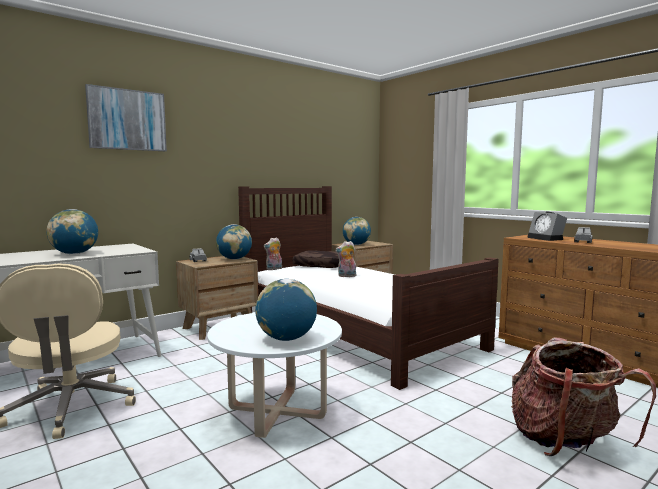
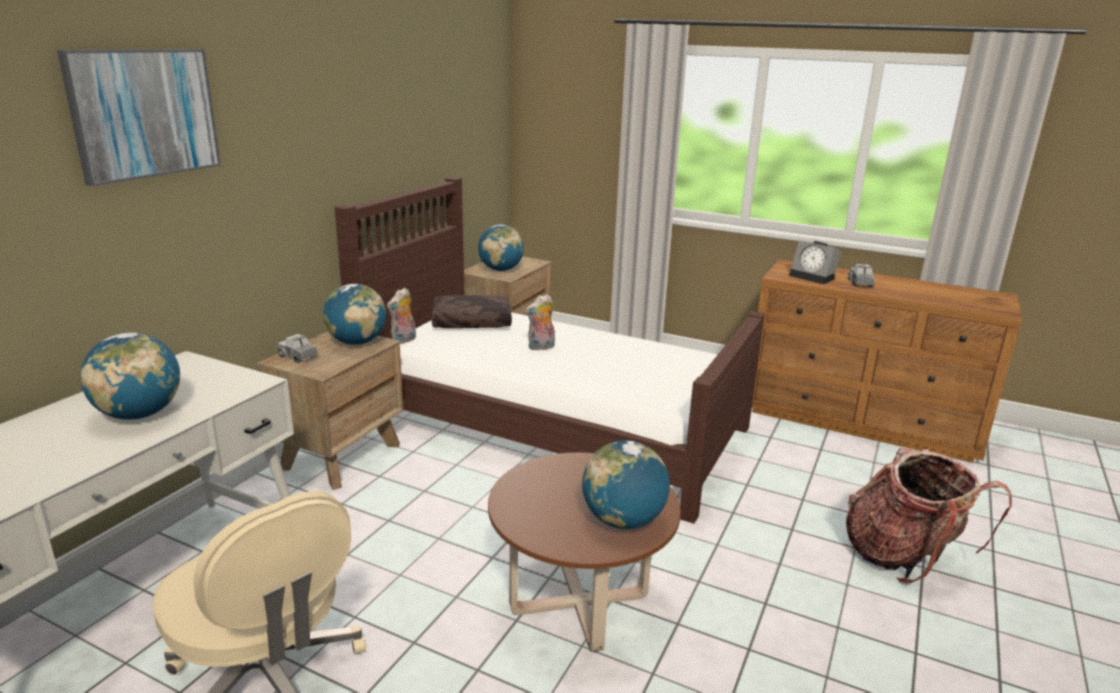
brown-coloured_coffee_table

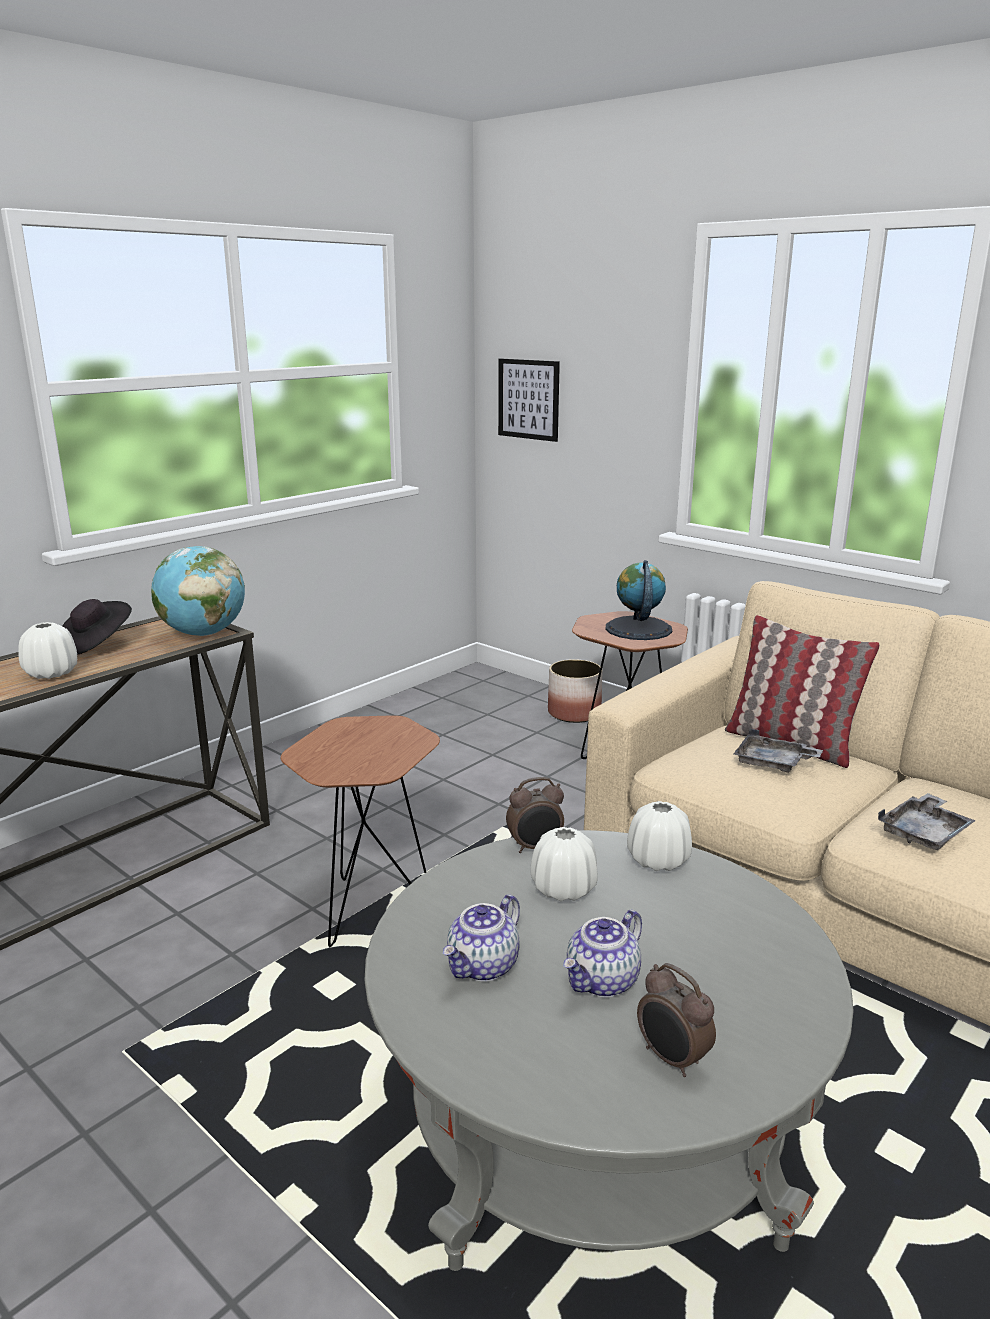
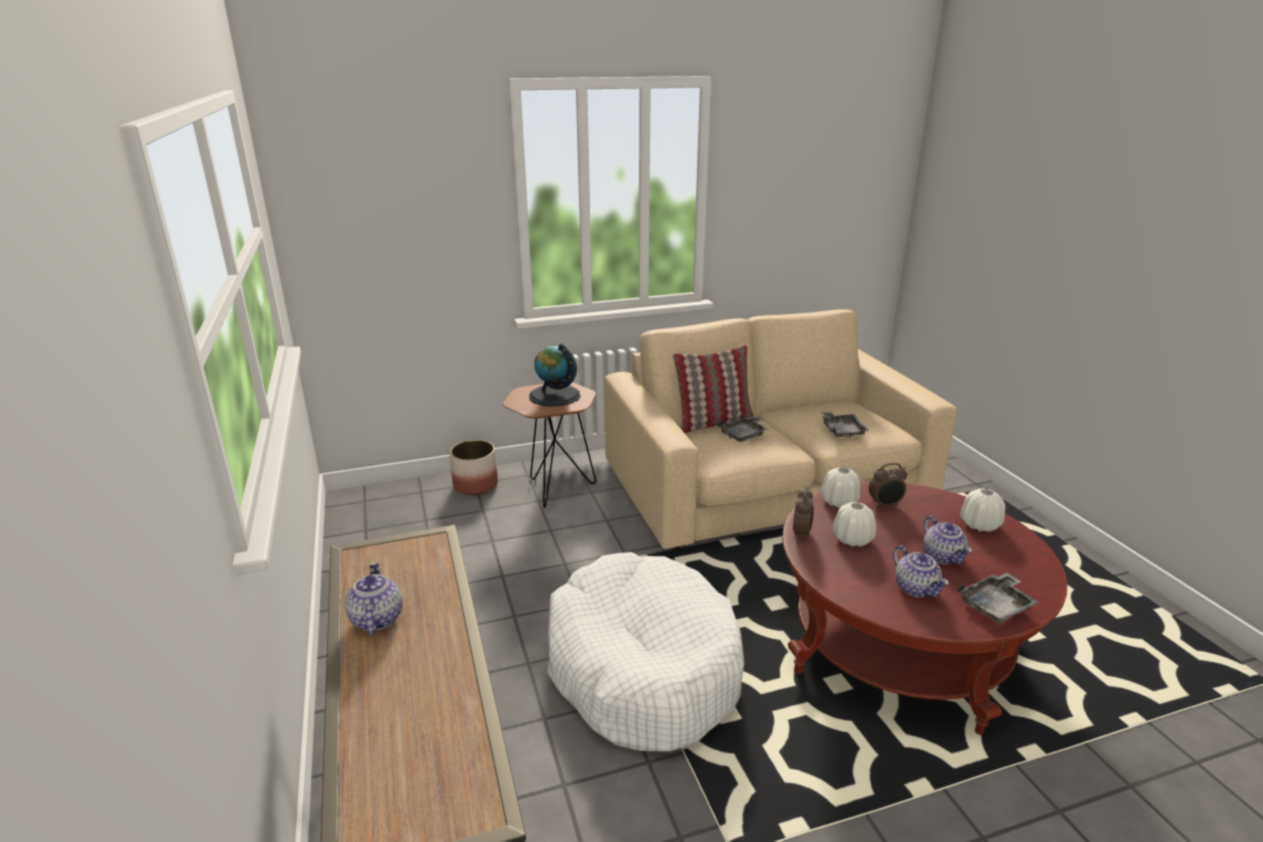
white-coloured_decorative_vase (no. 3 from left); tea_pot (no. 1 from left); desk_globe (no. 1 from left in the first image); white-coloured_dog_bed; red_coffee_table; picture; alarm_clock (no. 2 from left); grey_serving_tray (no. 3 from left)

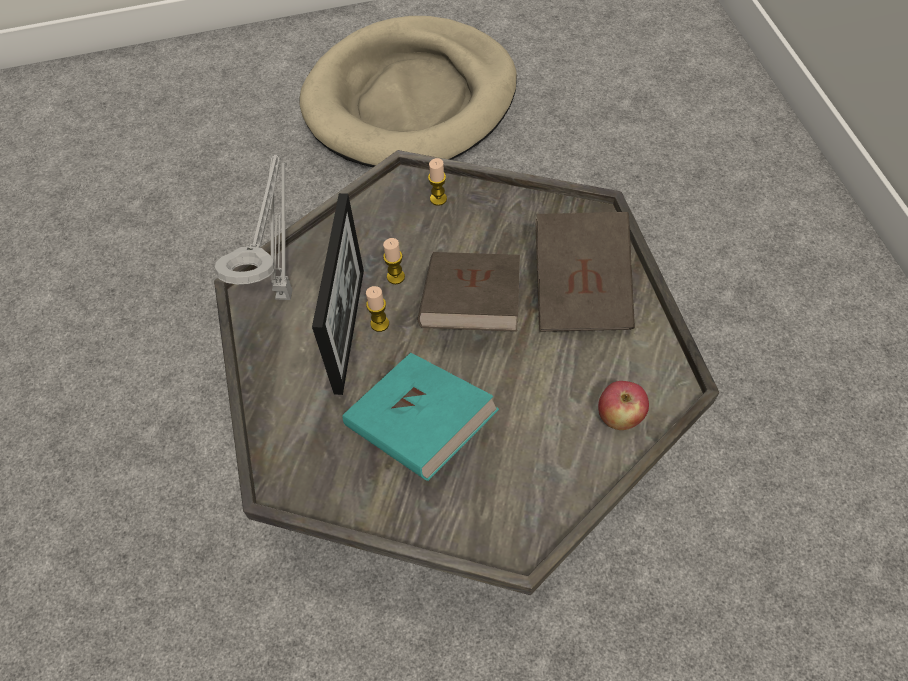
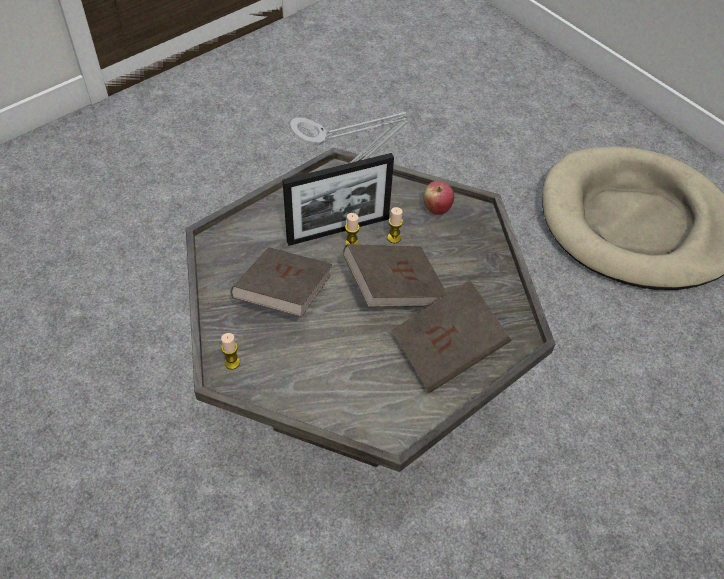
brown-coloured_volume (no. 1 from left); wax_light (no. 1 from left); whole_apple

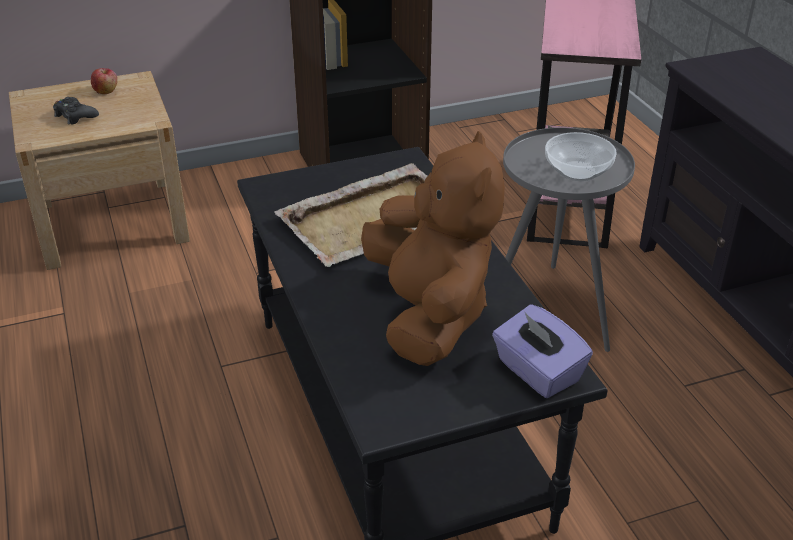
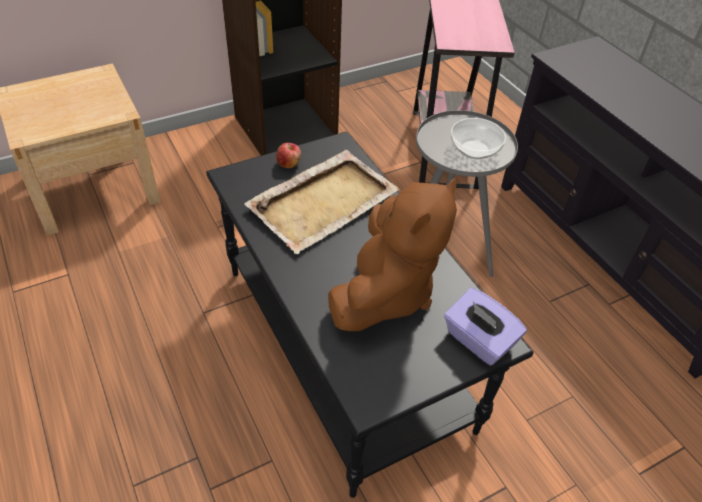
black-coloured_joypad; whole_apple; brown-coloured_cuddly_toy

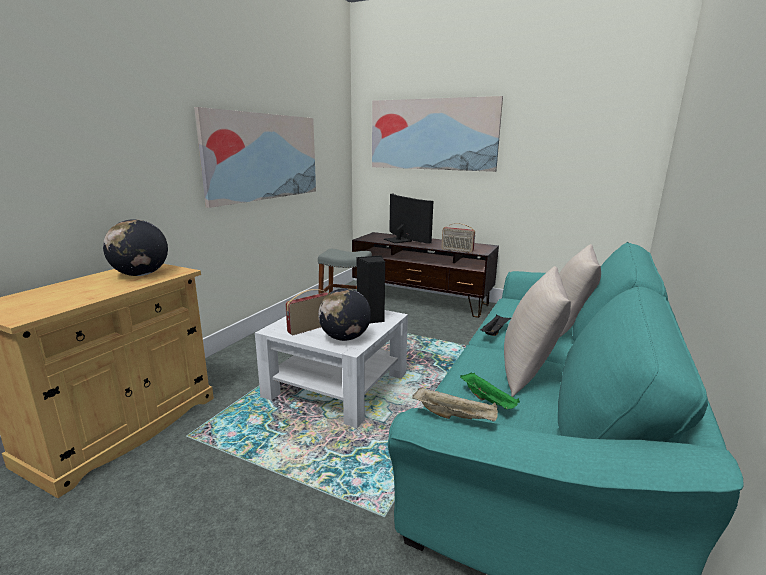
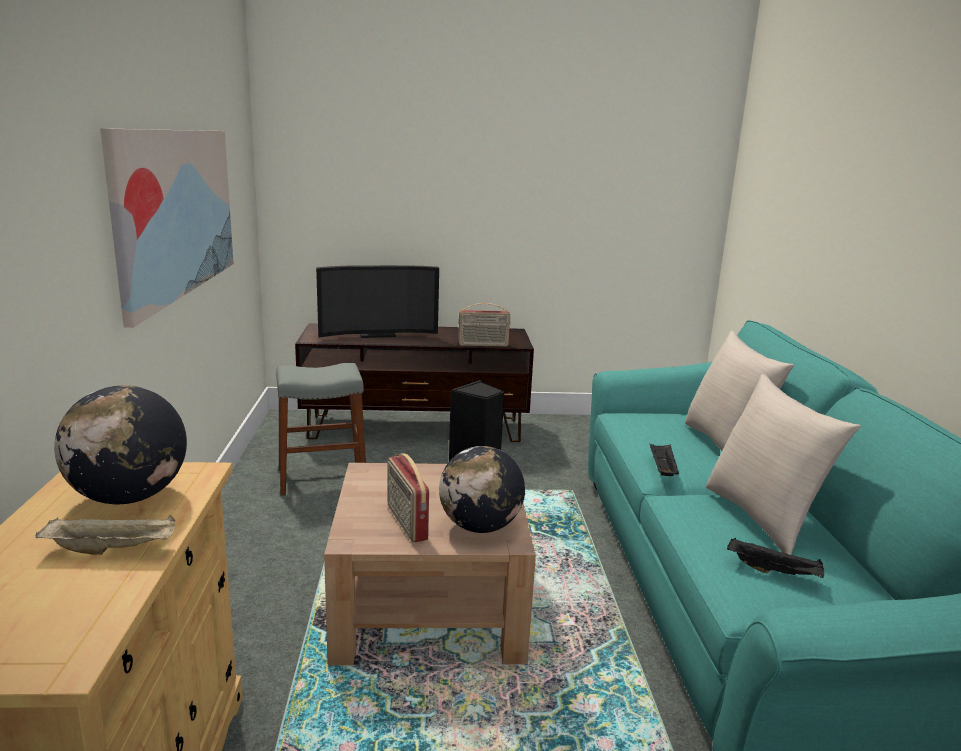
brown-coloured_coffee_table; radio_receiver (no. 1 from left); picture (no. 2 from left in the first image); TV_set; beige-coloured_serving_tray; black-coloured_serving_tray (no. 2 from left)

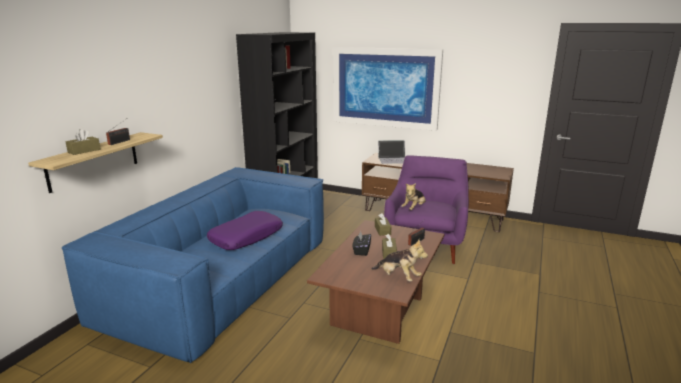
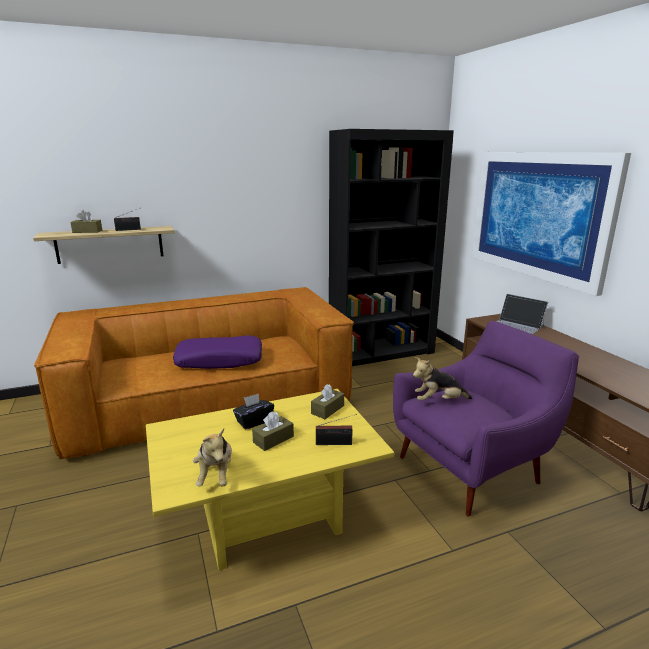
brown-coloured_sofa; yellowish_coffee_table

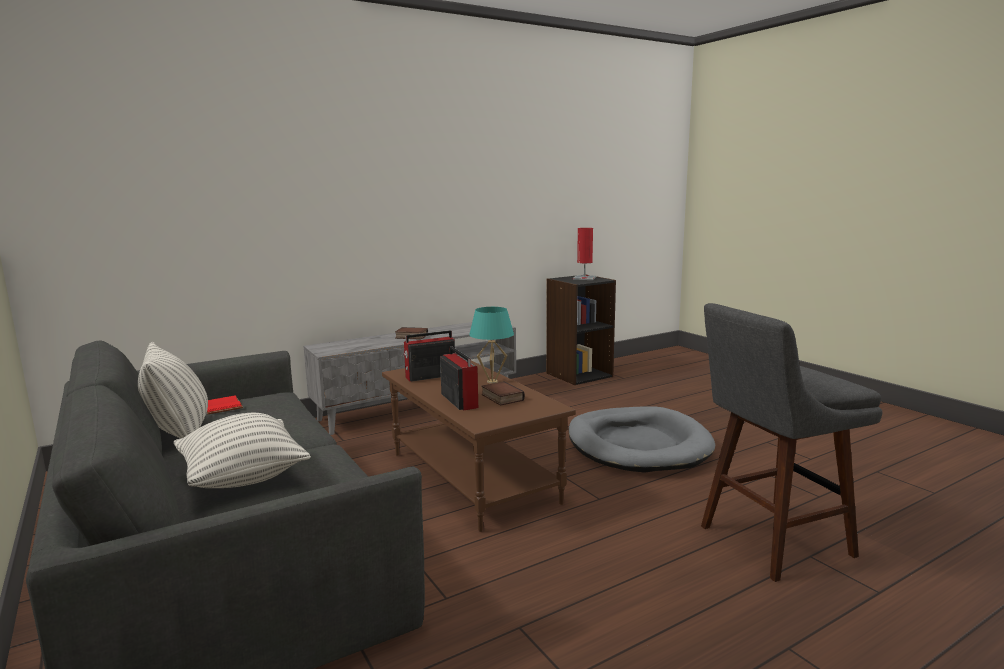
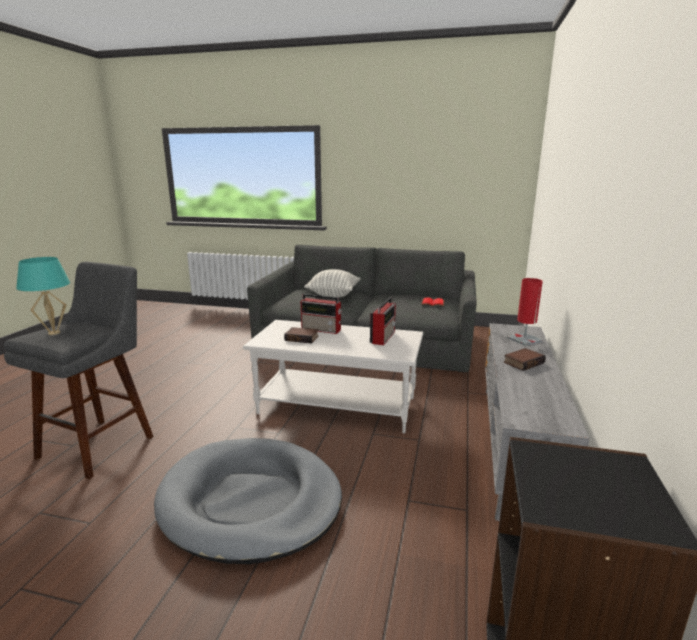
pillow (no. 1 from left in the first image); white-coloured_coffee_table; turquoise_tabletop_lamp; red_tabletop_lamp

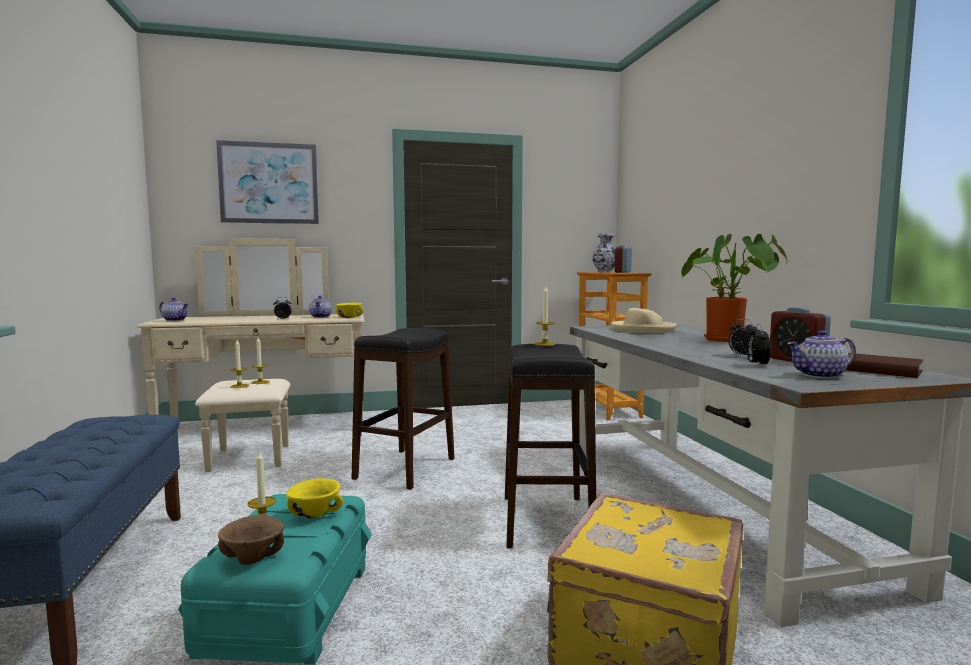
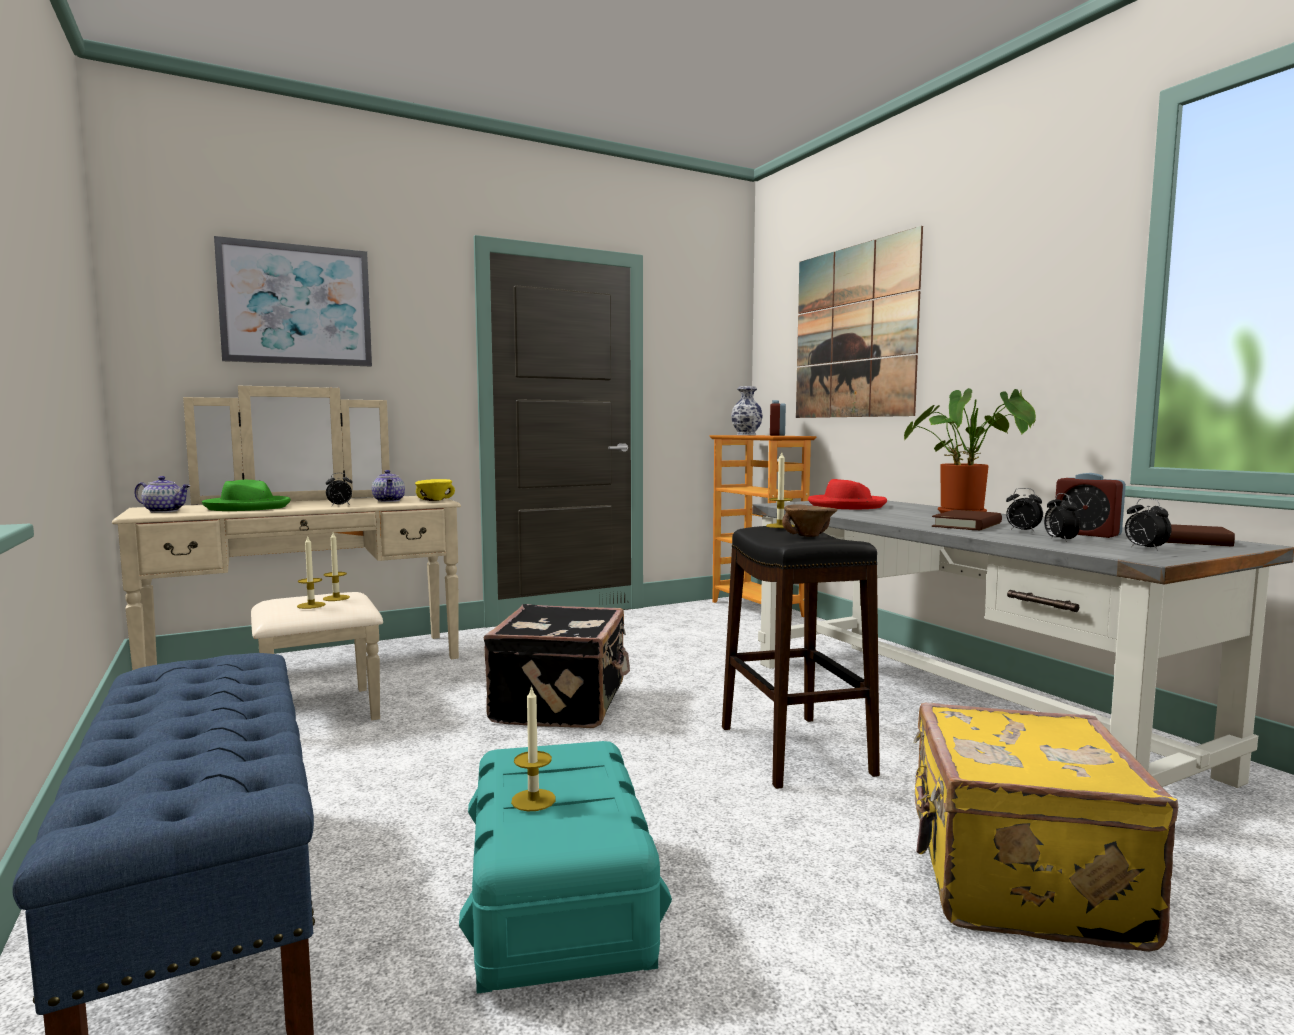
brown-coloured_bowl; yellowish_bowl (no. 1 from left in the first image); black-coloured_travel_case; red_hat; alarm_clock (no. 6 from left); green-coloured_hat; picture (no. 2 from left); brown-coloured_volume (no. 1 from left)

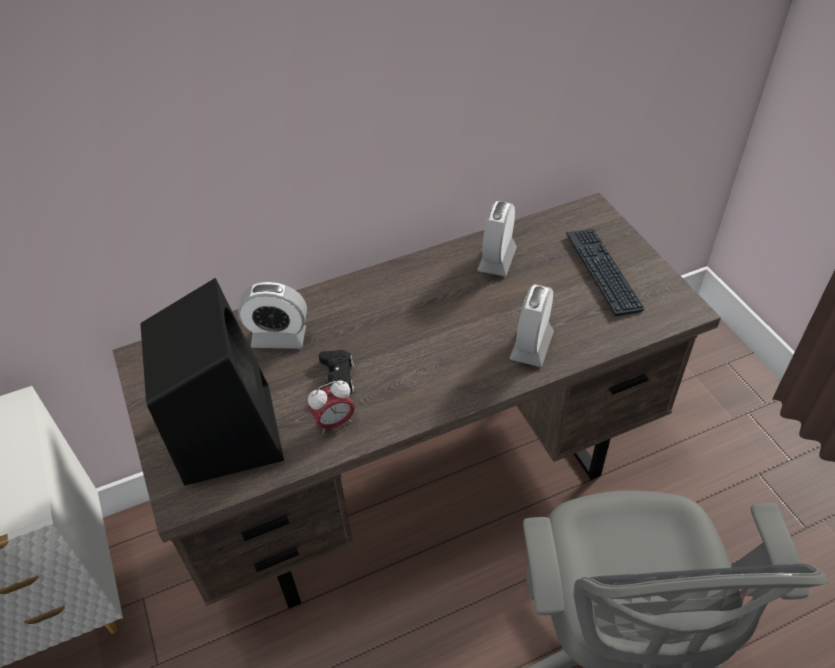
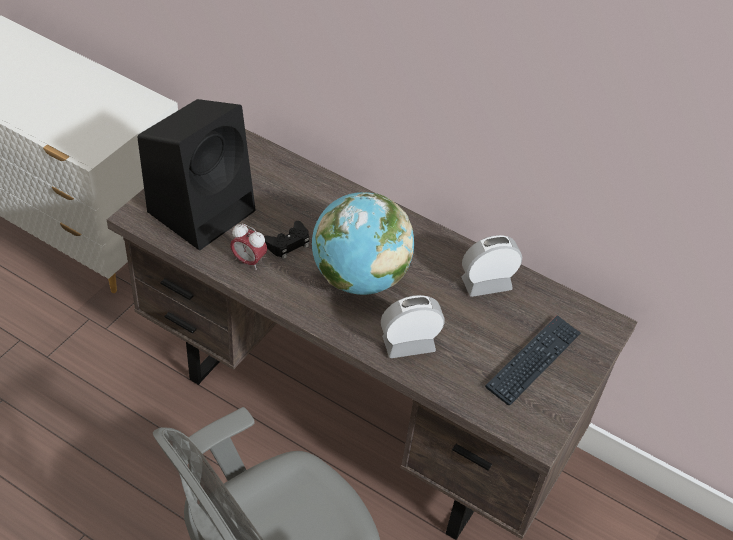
alarm_clock (no. 1 from left in the first image); desk_globe

